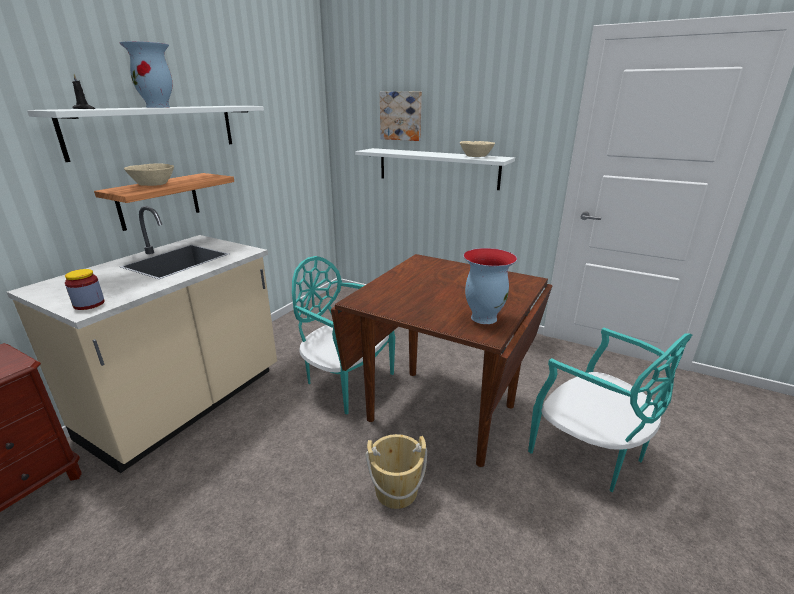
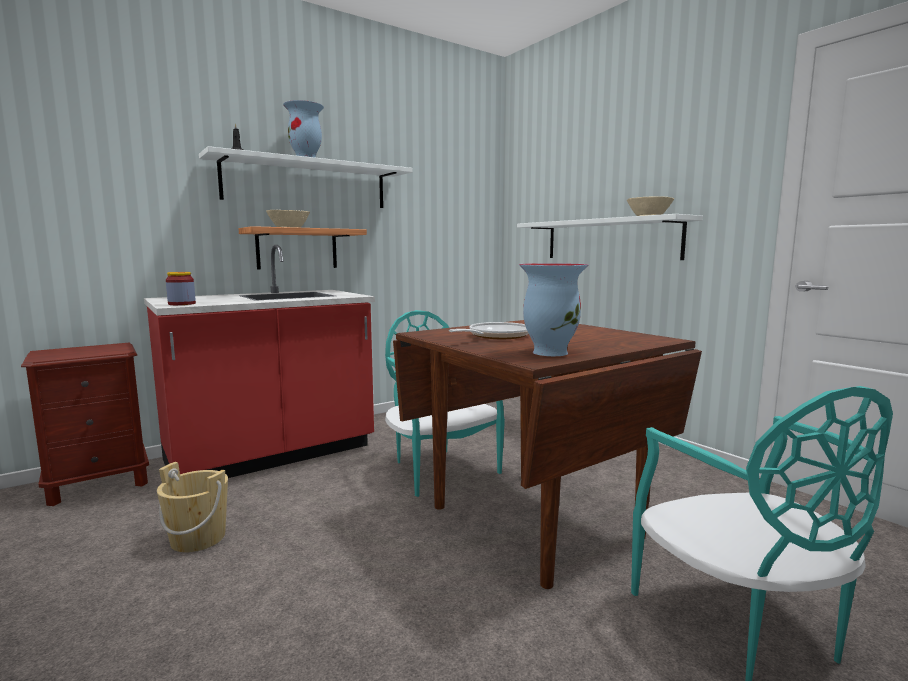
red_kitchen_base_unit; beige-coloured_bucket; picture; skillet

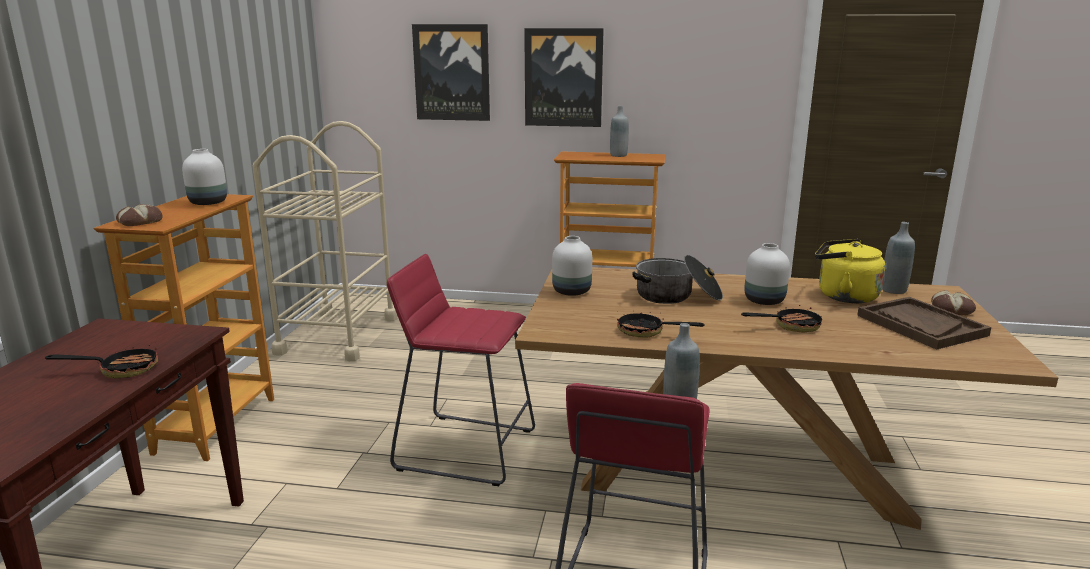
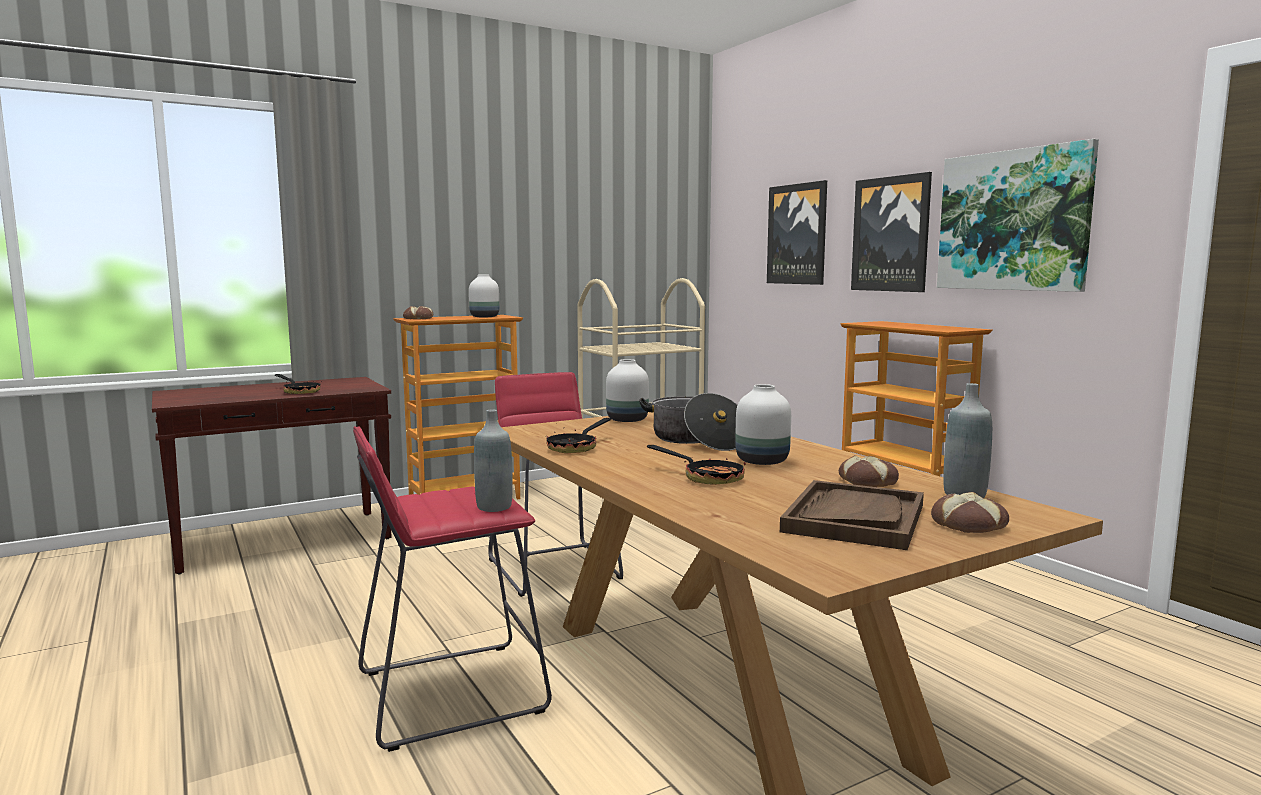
grey_beverage_bottle (no. 1 from left in the first image); skillet (no. 2 from left); bakery_bread (no. 2 from left); picture (no. 3 from left)

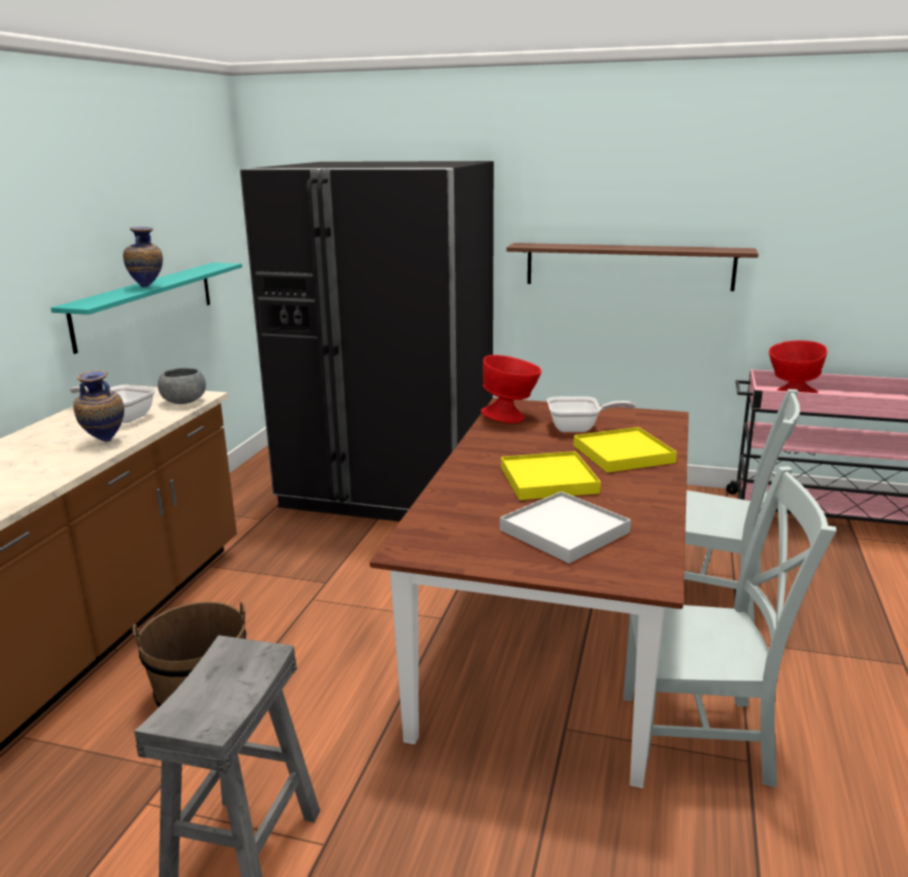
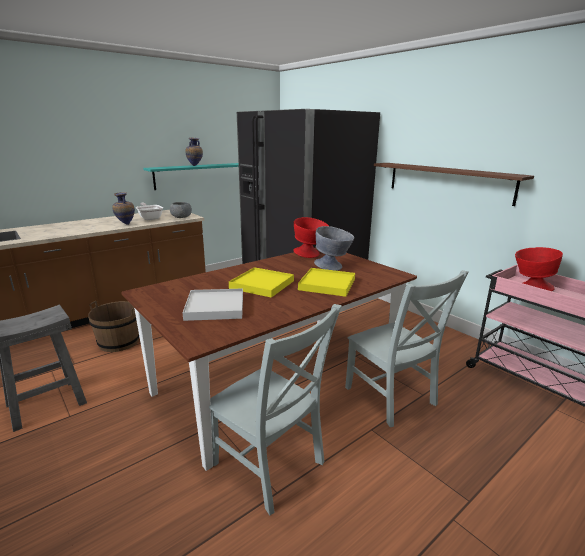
grey_bowl (no. 2 from left)

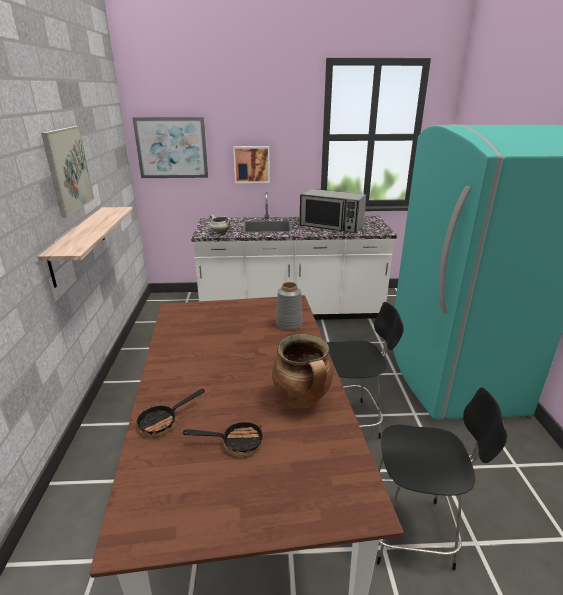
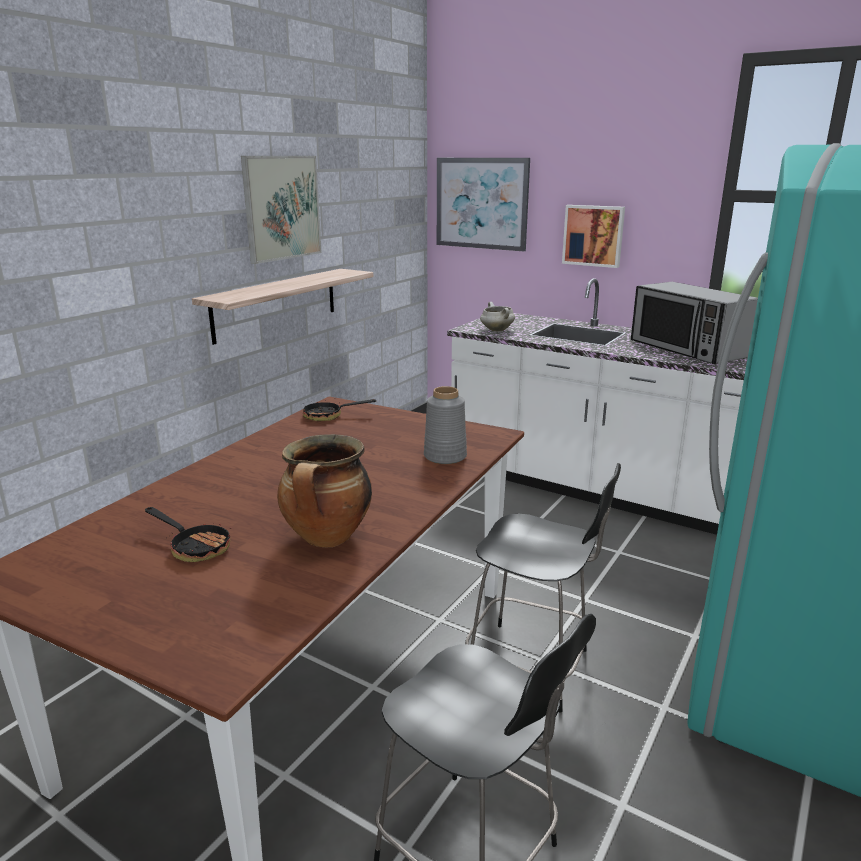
skillet (no. 2 from left)

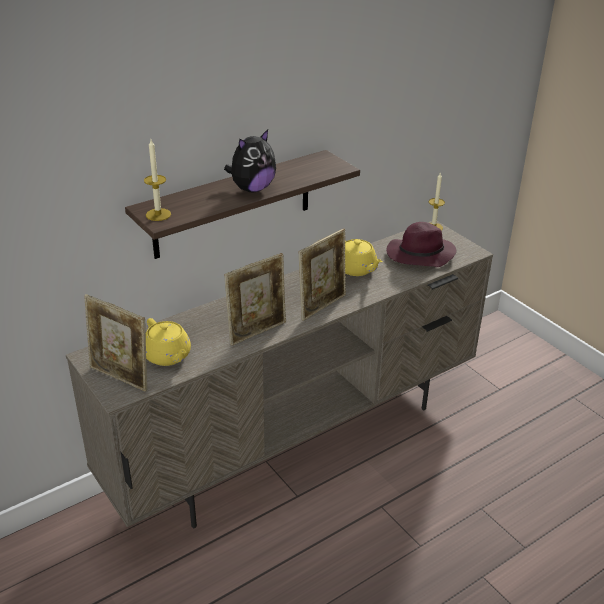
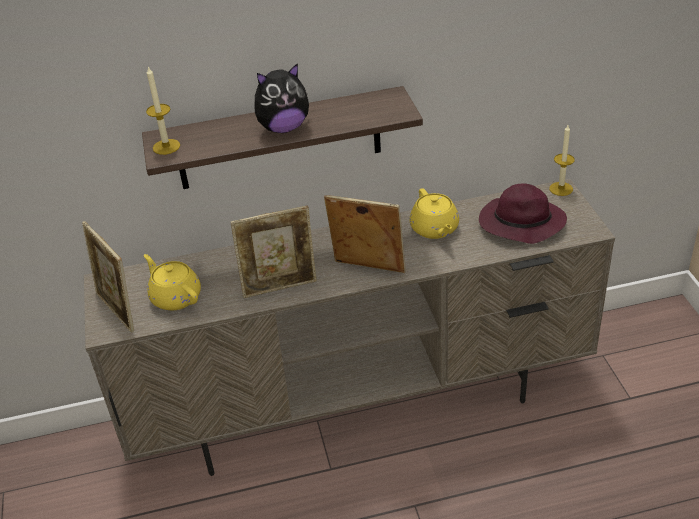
yellowish_tea_pot (no. 1 from left); picture_frame (no. 3 from left)

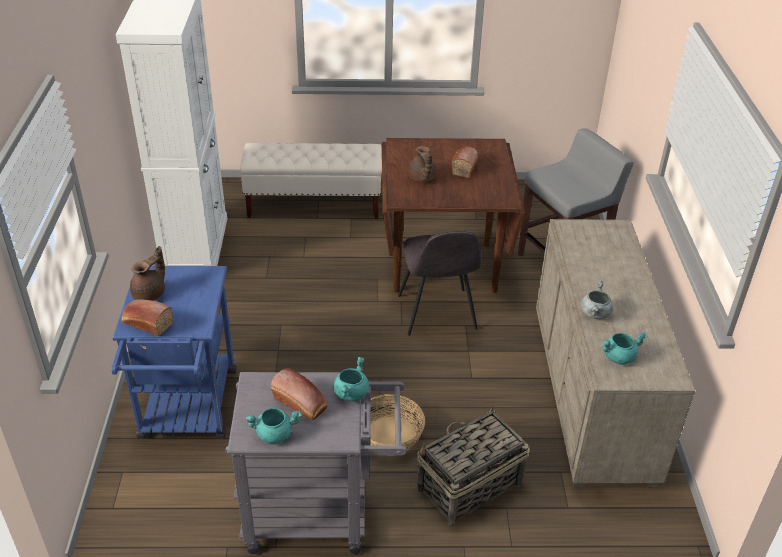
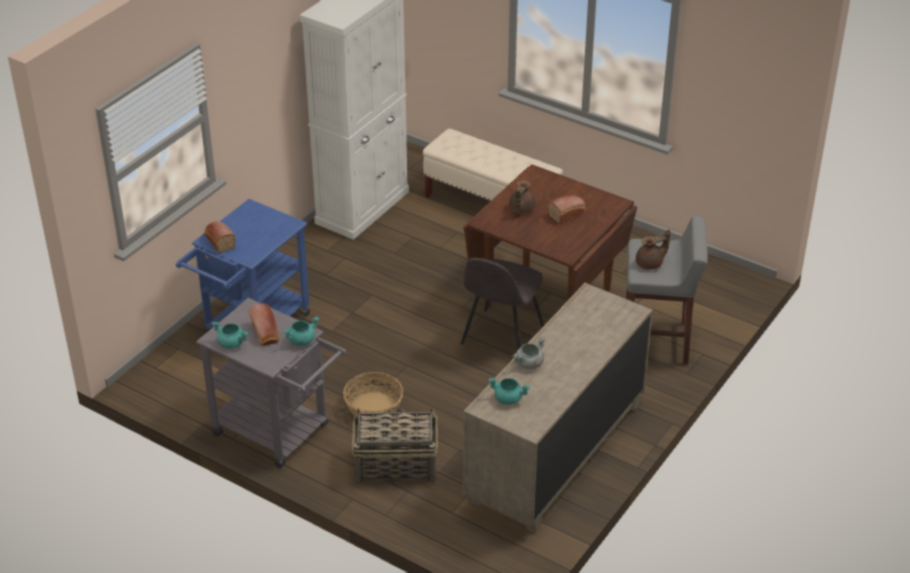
brown-coloured_tea_pot (no. 2 from left)

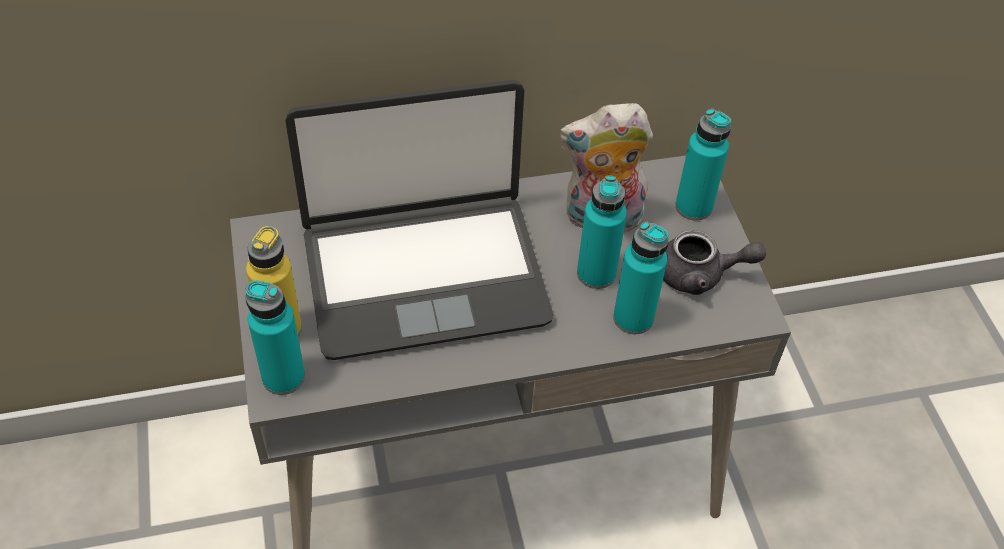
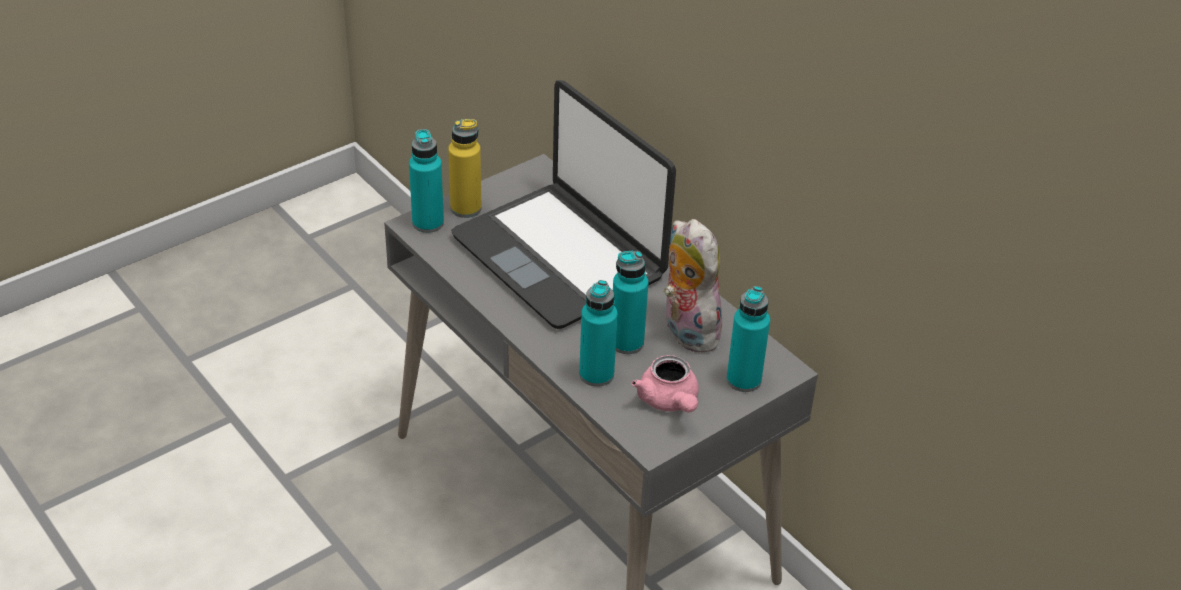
pink-coloured_tea_pot

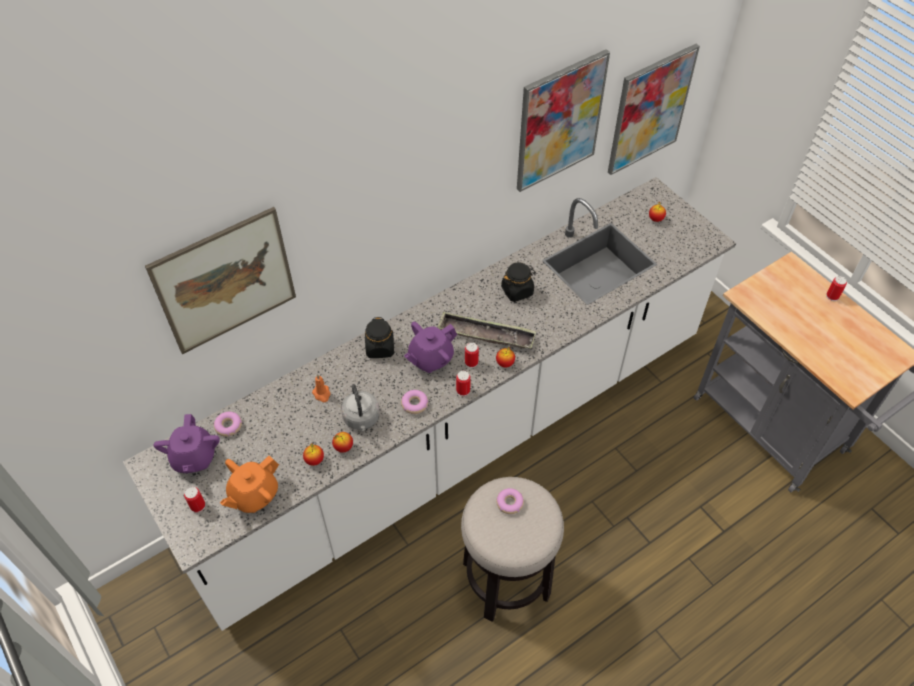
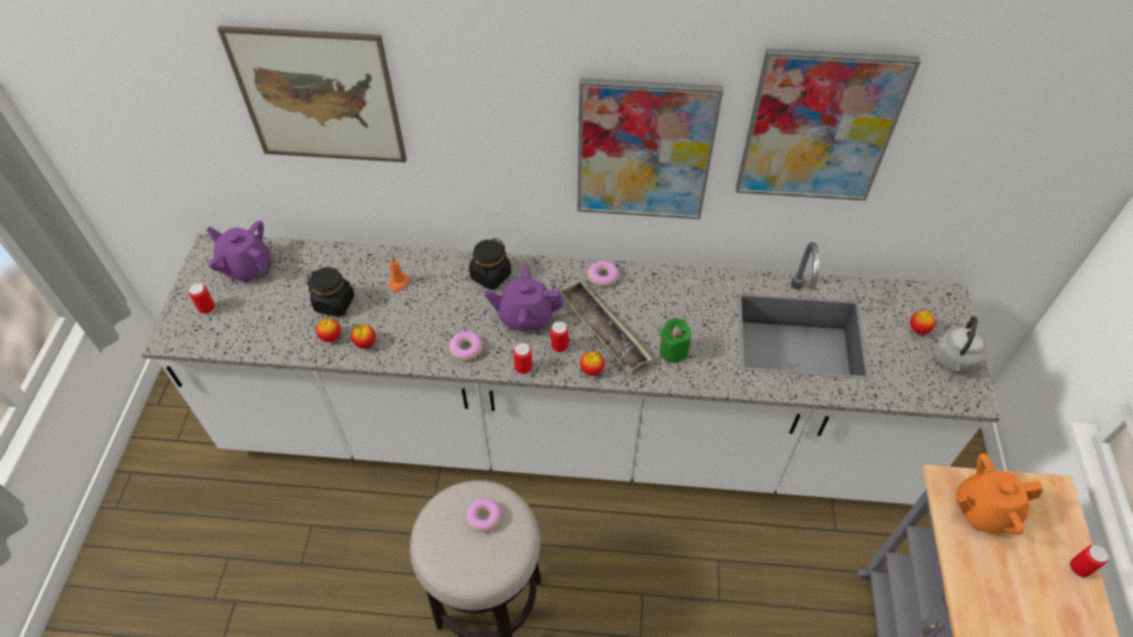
purple_tea_pot (no. 1 from left); donut (no. 3 from left); orange_tea_pot; grey_water_kettle; black-coloured_jar (no. 1 from left); picture (no. 2 from left); green-coloured_wax_light

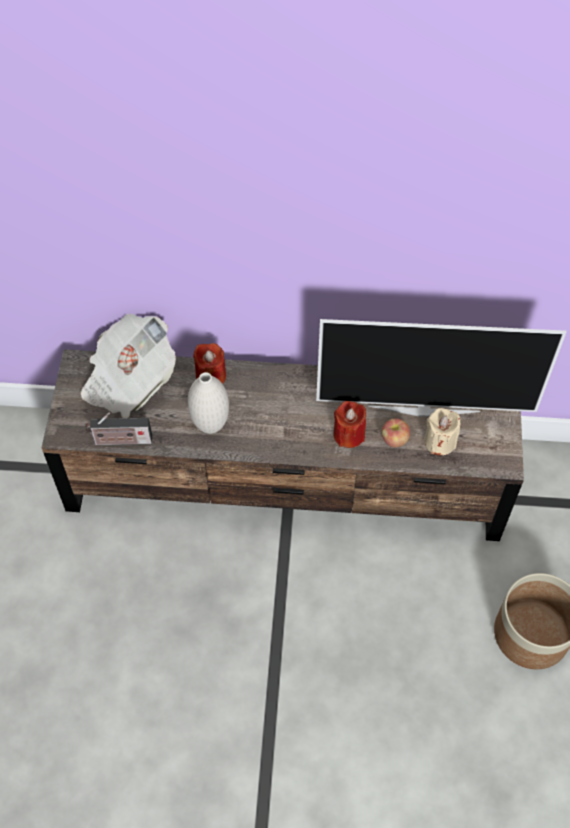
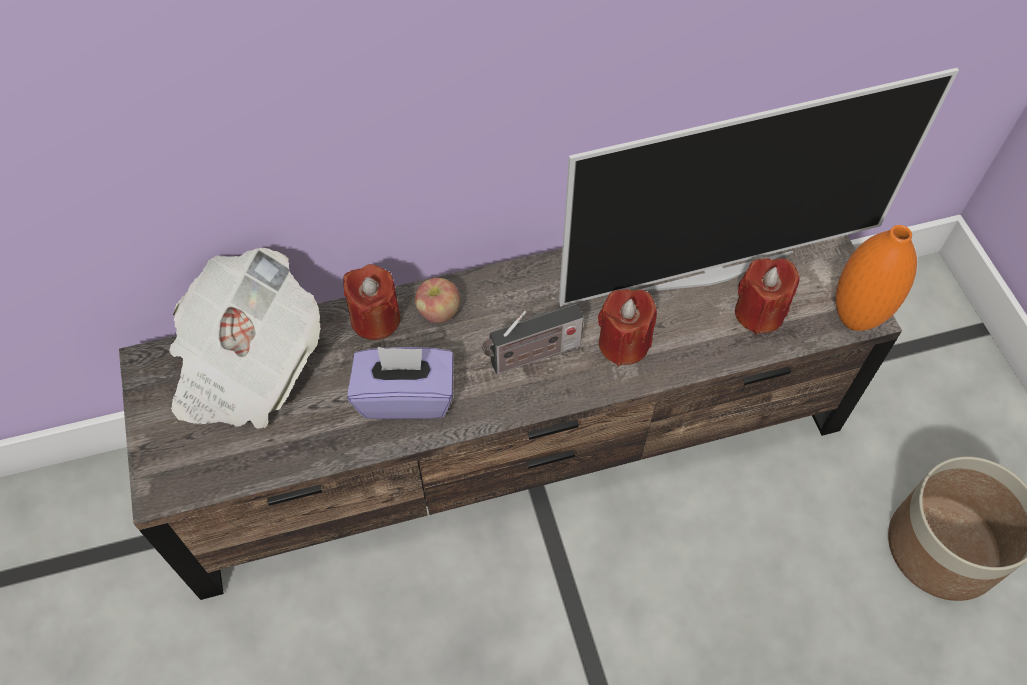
radio_receiver; purple_tissue_holder; whole_apple; red_wax_light (no. 3 from left); orange_decorative_vase

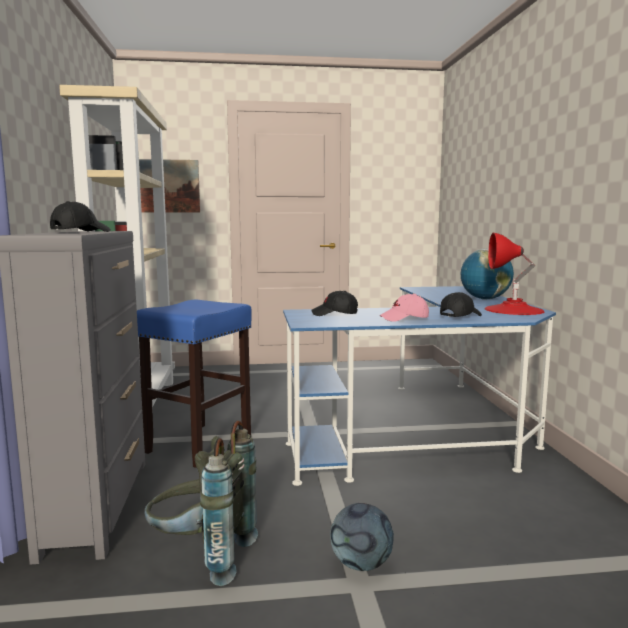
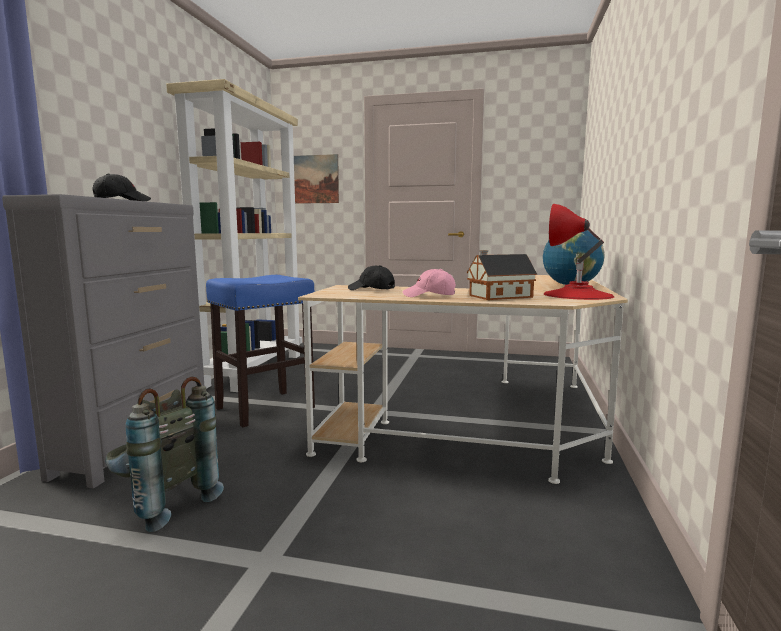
beige-coloured_desk_unit; ball_for_football; model_house

